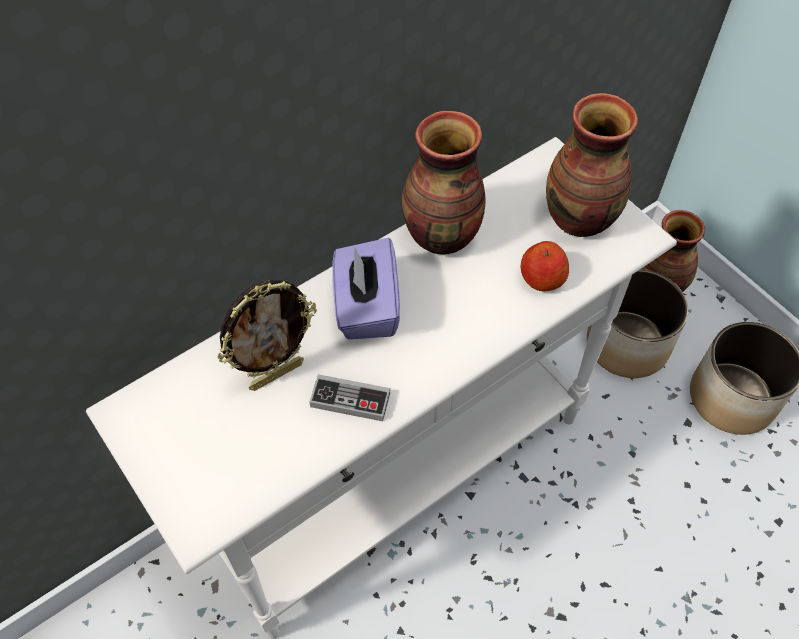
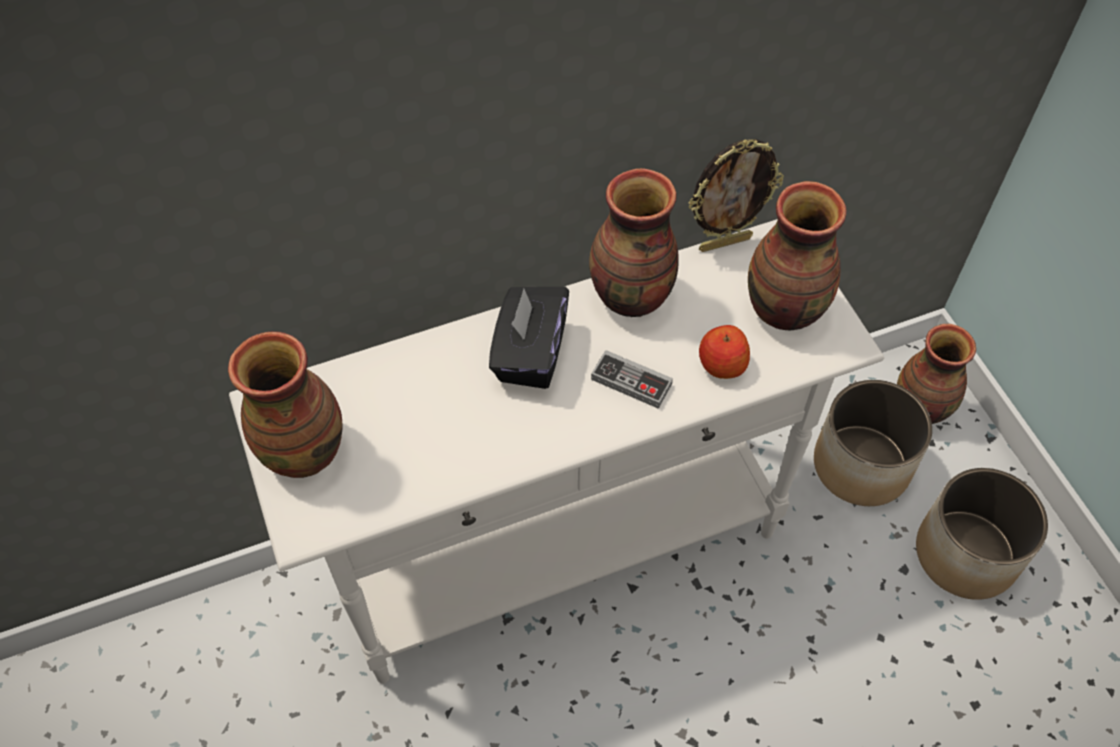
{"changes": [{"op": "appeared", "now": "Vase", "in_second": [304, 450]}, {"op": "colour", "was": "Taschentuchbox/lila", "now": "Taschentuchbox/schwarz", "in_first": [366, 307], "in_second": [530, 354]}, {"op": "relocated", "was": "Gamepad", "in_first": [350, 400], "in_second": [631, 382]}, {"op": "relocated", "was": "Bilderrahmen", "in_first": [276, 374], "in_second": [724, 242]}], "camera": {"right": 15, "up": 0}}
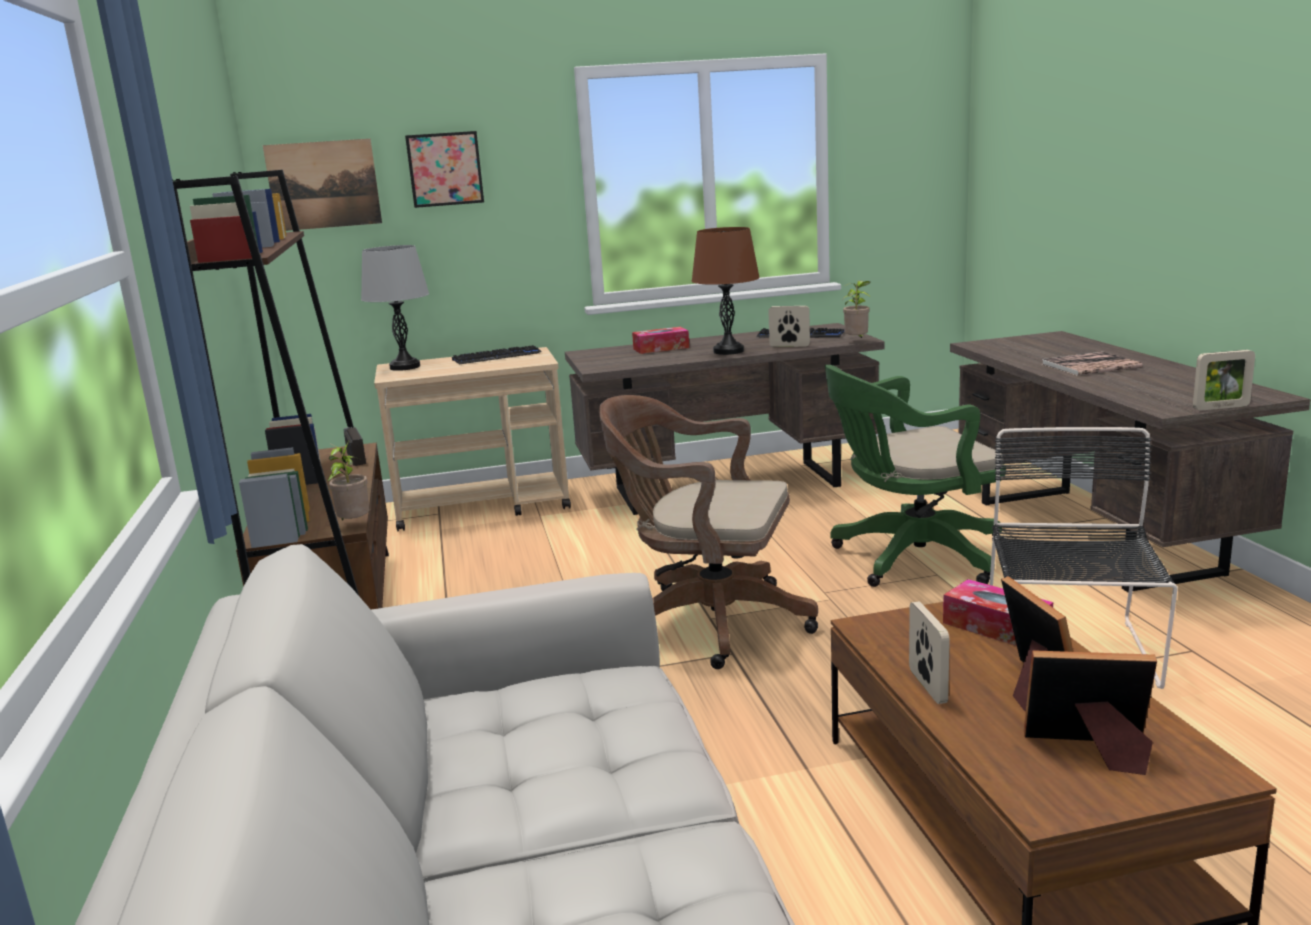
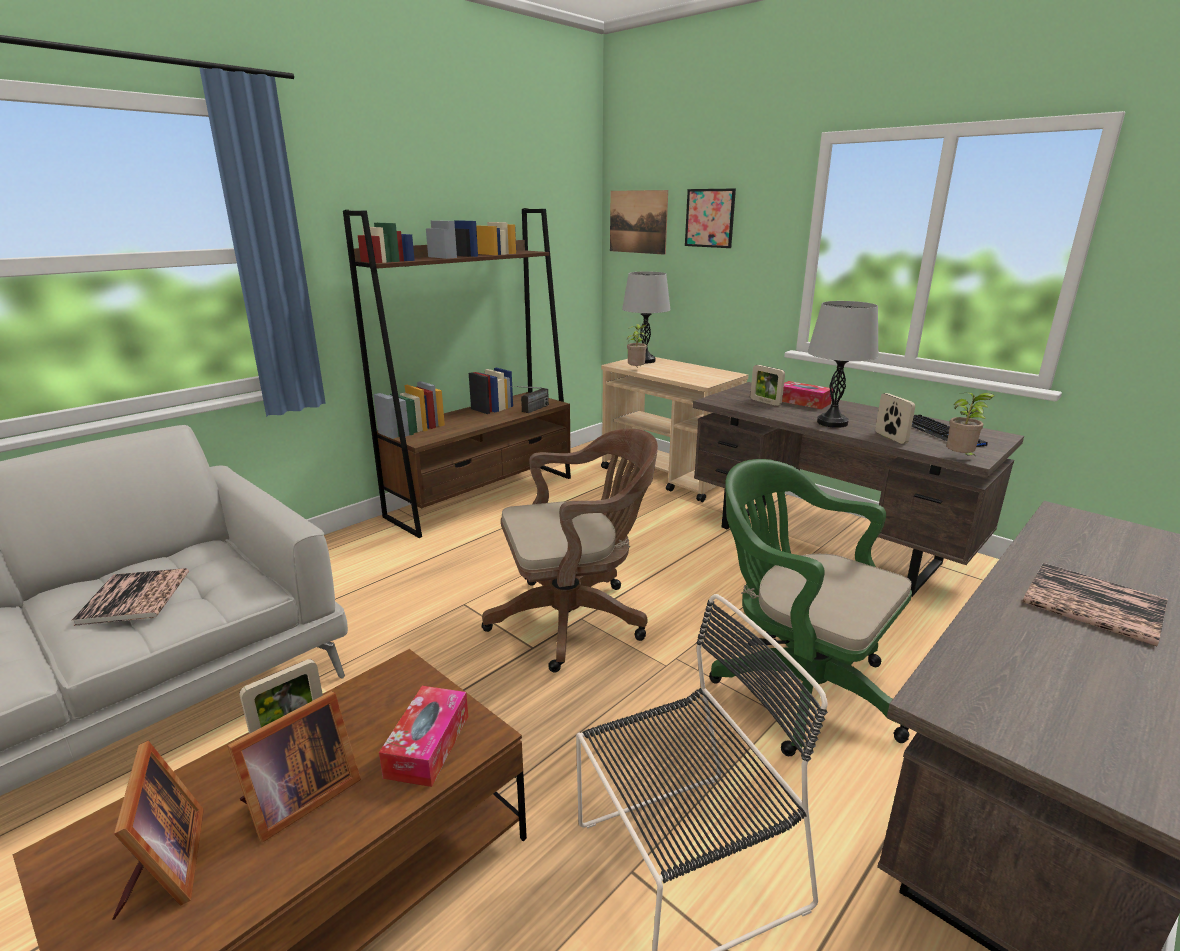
{"changes": [{"op": "appeared", "now": "Buch", "in_second": [135, 597]}, {"op": "spun", "was": "Bürostuhl/braun", "in_first": [707, 621], "in_second": [575, 619], "clockwise": 90}, {"op": "relocated", "was": "Topfpflanze", "in_first": [354, 525], "in_second": [636, 370]}, {"op": "relocated", "was": "Bilderrahmen", "in_first": [1221, 407], "in_second": [765, 402]}, {"op": "colour", "was": "Tischlampe/braun", "now": "Tischlampe/grau", "in_first": [728, 351], "in_second": [832, 423]}, {"op": "missing", "was": "Tastatur", "in_first": [497, 357]}], "camera": {"right": 55, "up": 5}}
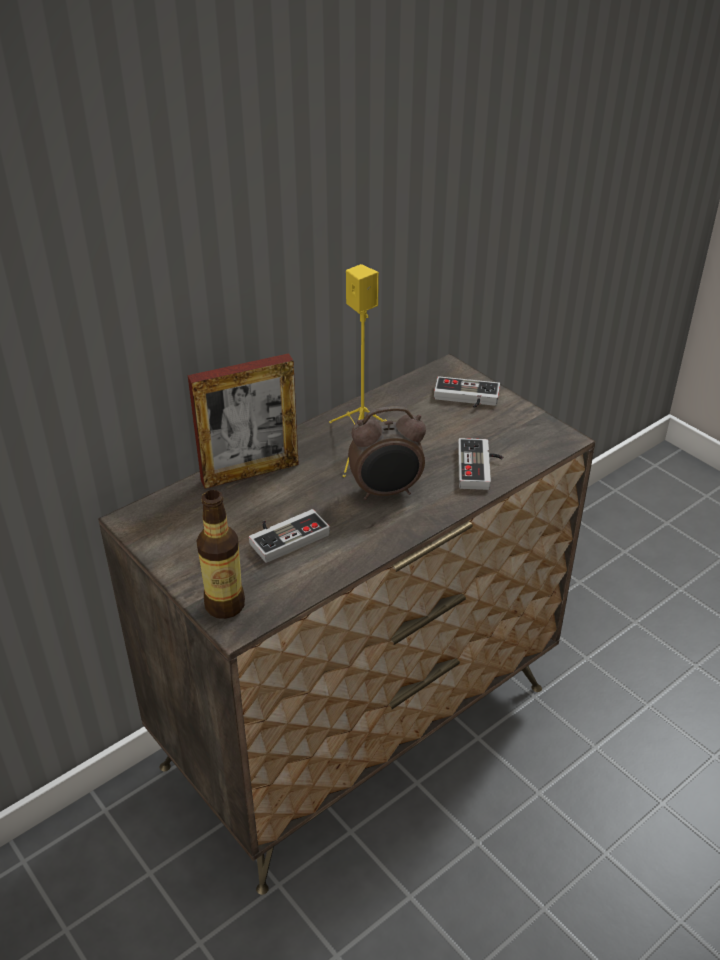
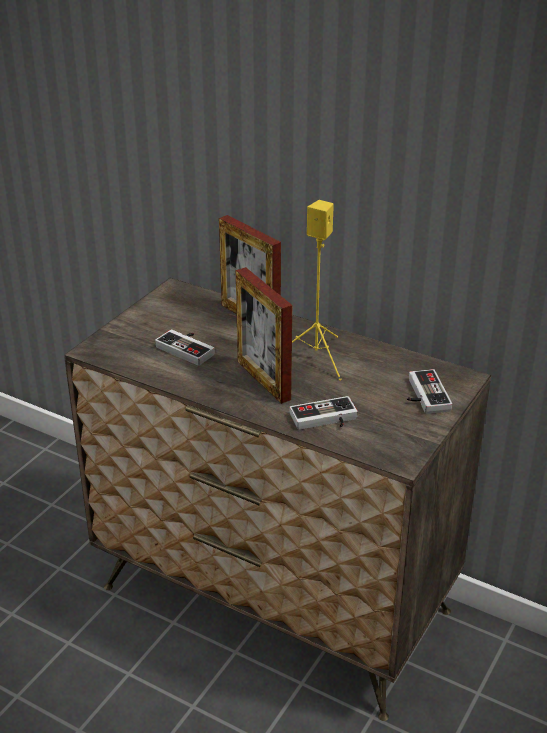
{"changes": [{"op": "exchanged", "was": "Wecker", "now": "Bilderrahmen", "in_first": [386, 492], "in_second": [263, 380]}, {"op": "missing", "was": "Flasche", "in_first": [225, 605]}], "camera": {"right": 70, "up": -5}}
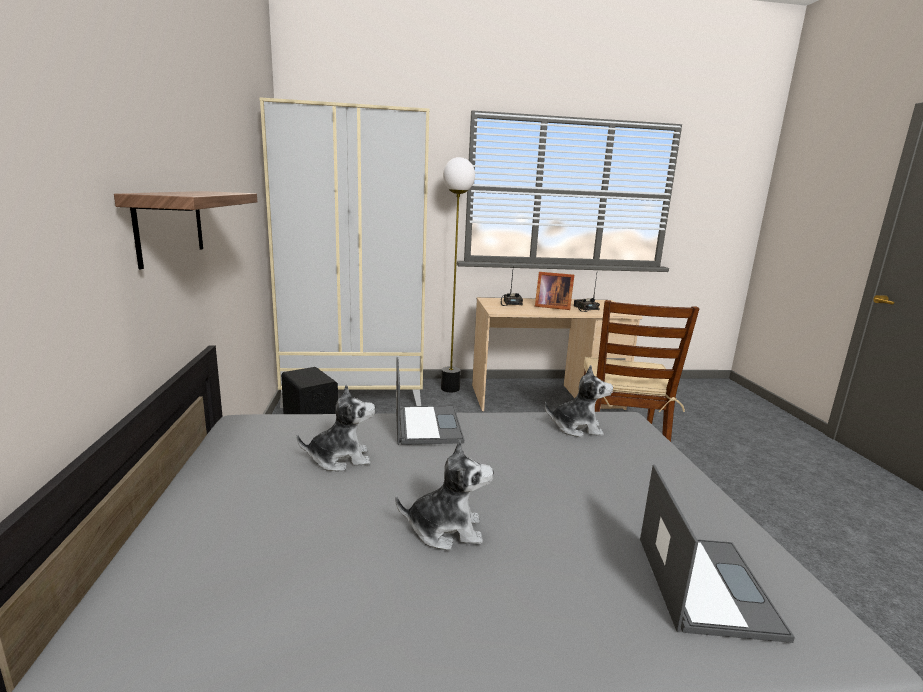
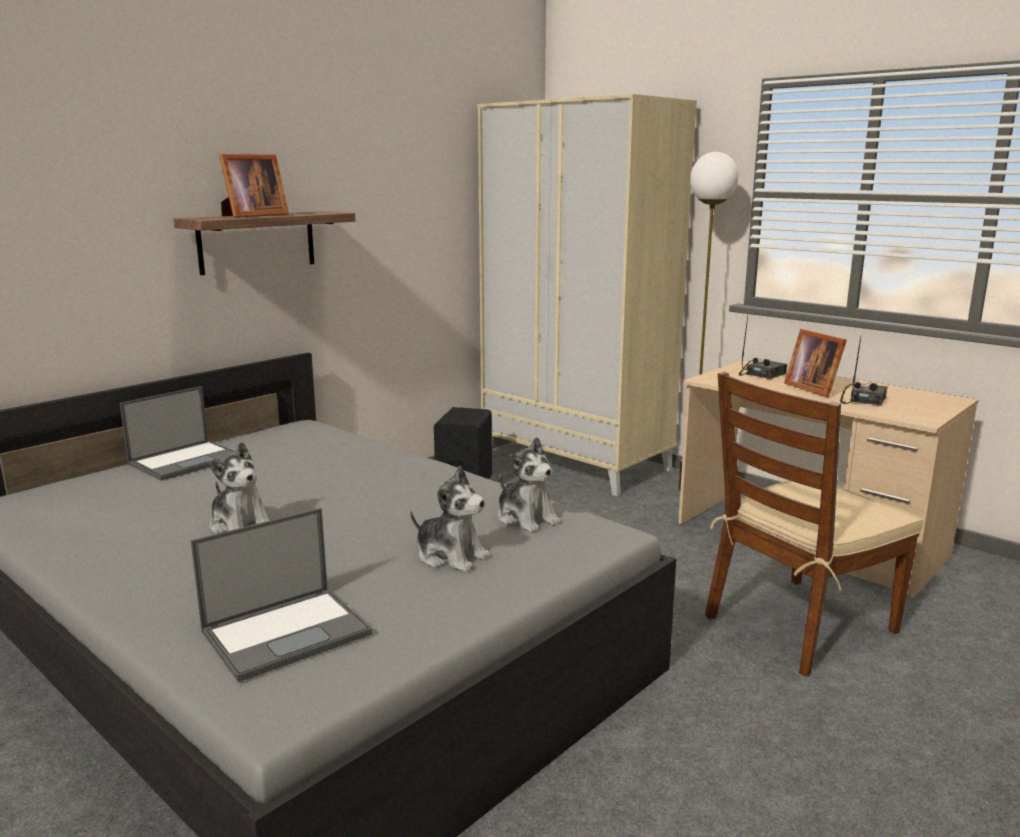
{"changes": [{"op": "relocated", "was": "Laptop", "in_first": [427, 425], "in_second": [186, 460]}, {"op": "appeared", "now": "Bilderrahmen", "in_second": [252, 216]}, {"op": "relocated", "was": "Plüschtier", "in_first": [340, 459], "in_second": [450, 556]}], "camera": {"right": 50, "up": 0}}
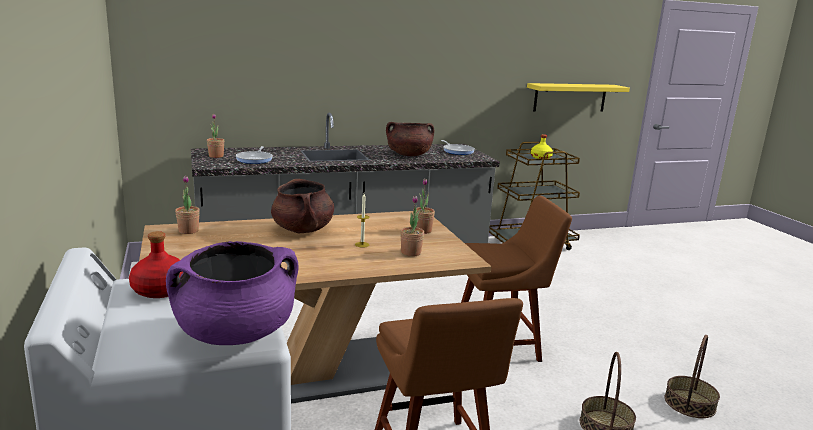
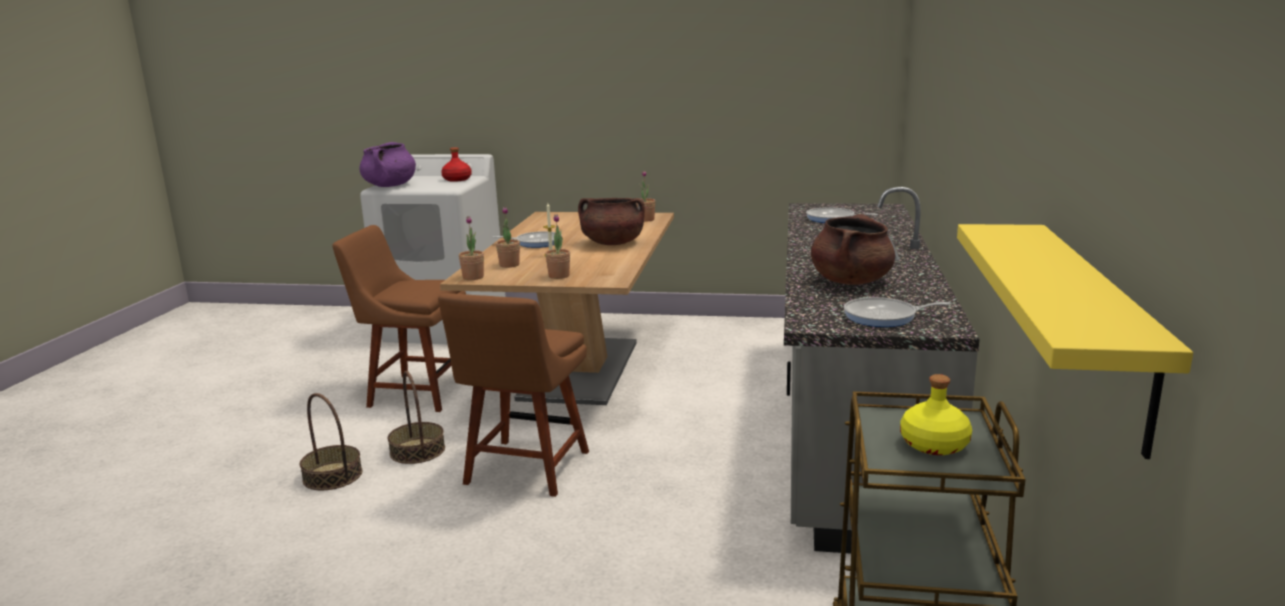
{"changes": [{"op": "relocated", "was": "Korb", "in_first": [690, 403], "in_second": [417, 451]}, {"op": "relocated", "was": "Topfpflanze", "in_first": [216, 156], "in_second": [473, 277]}, {"op": "appeared", "now": "Pfanne", "in_second": [536, 243]}], "camera": {"right": 120, "up": 0}}
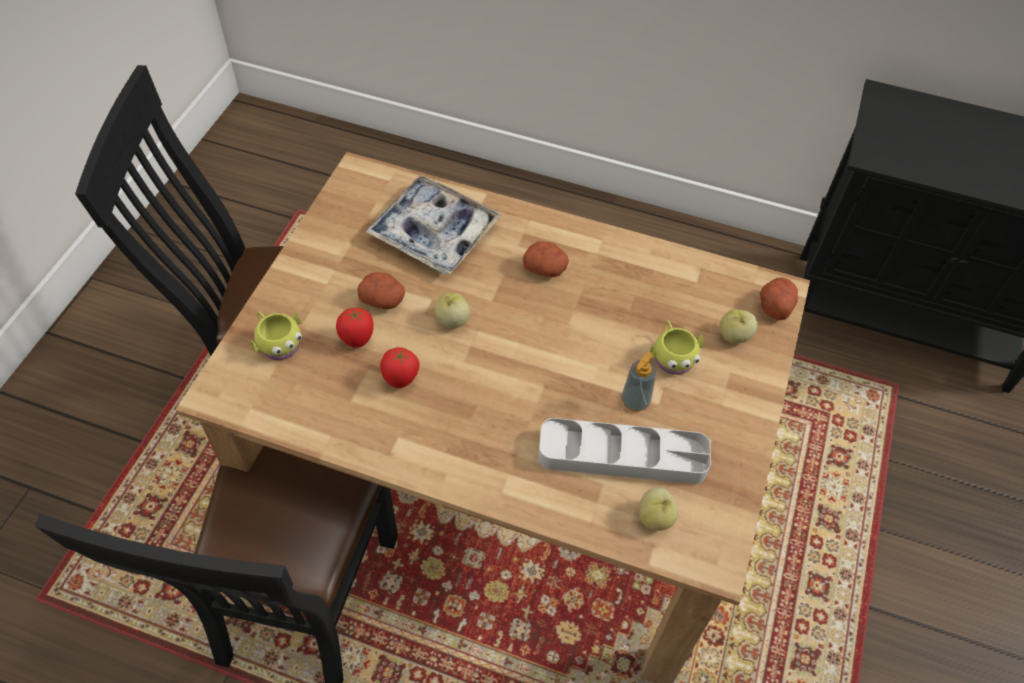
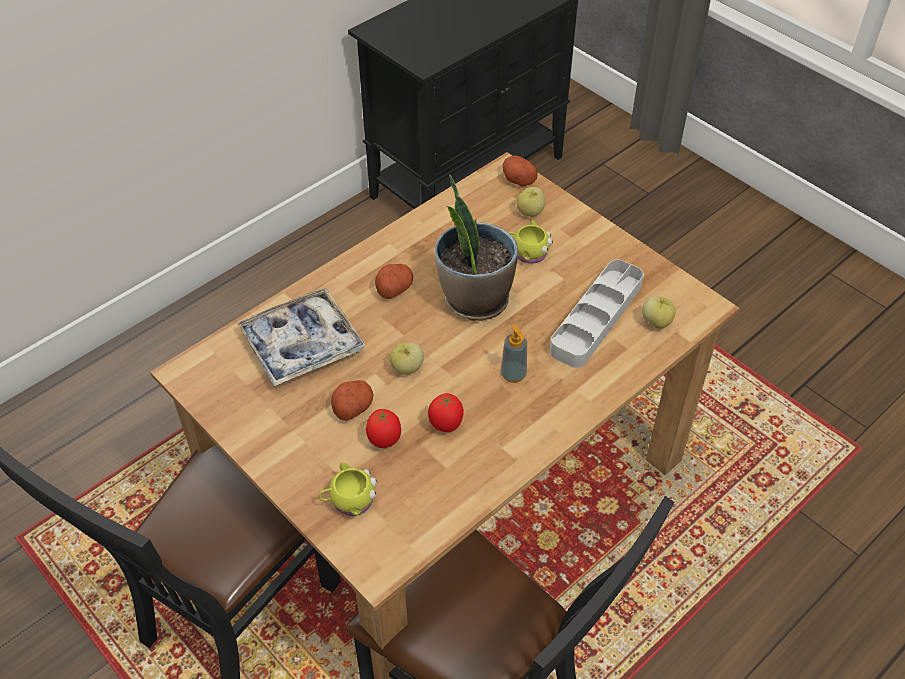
{"changes": [{"op": "appeared", "now": "Topfpflanze", "in_second": [474, 299]}, {"op": "relocated", "was": "Seifenspender", "in_first": [635, 401], "in_second": [513, 374]}], "camera": {"right": -60, "up": -5}}
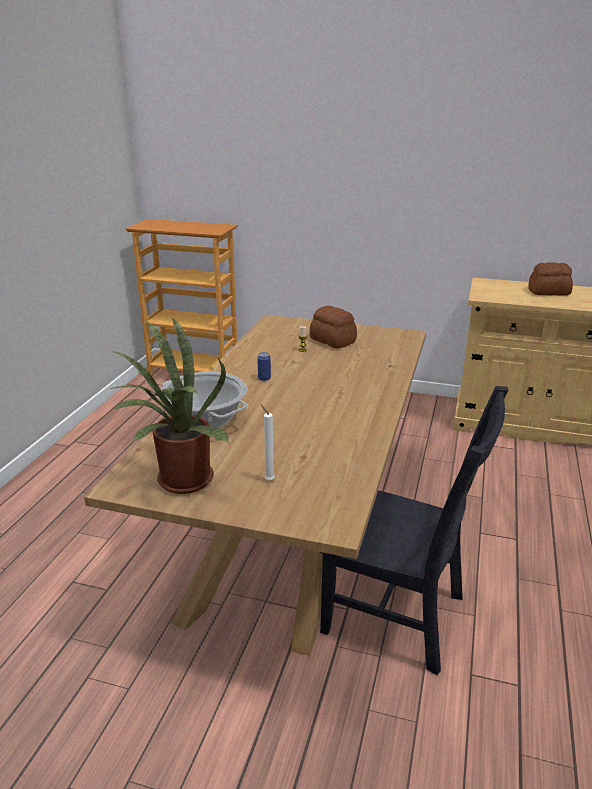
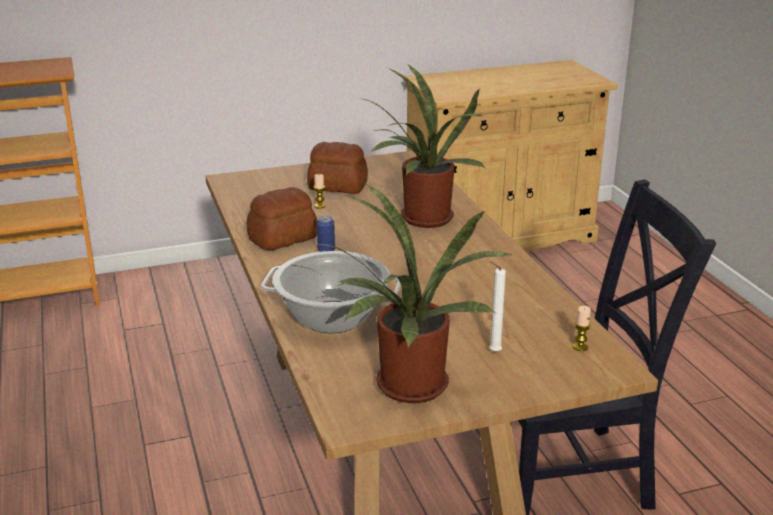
{"changes": [{"op": "relocated", "was": "Brot", "in_first": [548, 292], "in_second": [281, 238]}, {"op": "appeared", "now": "Topfpflanze", "in_second": [422, 220]}, {"op": "appeared", "now": "Kerze", "in_second": [580, 347]}], "camera": {"right": -35, "up": 0}}
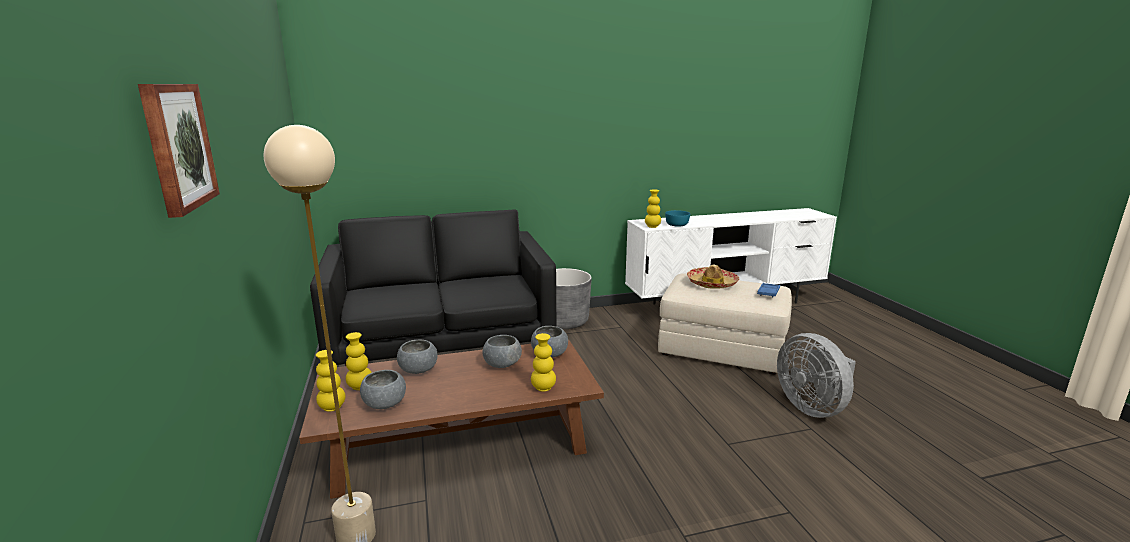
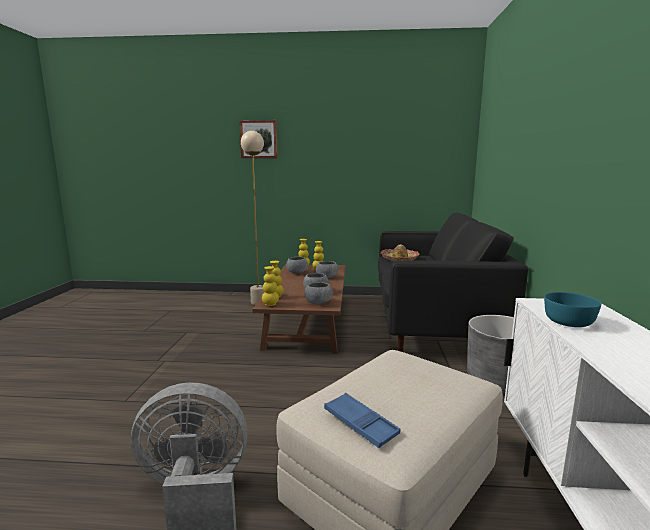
{"changes": [{"op": "relocated", "was": "Vase/gelb", "in_first": [652, 226], "in_second": [270, 304]}, {"op": "relocated", "was": "Hut", "in_first": [712, 283], "in_second": [399, 259]}], "camera": {"right": 110, "up": -5}}
